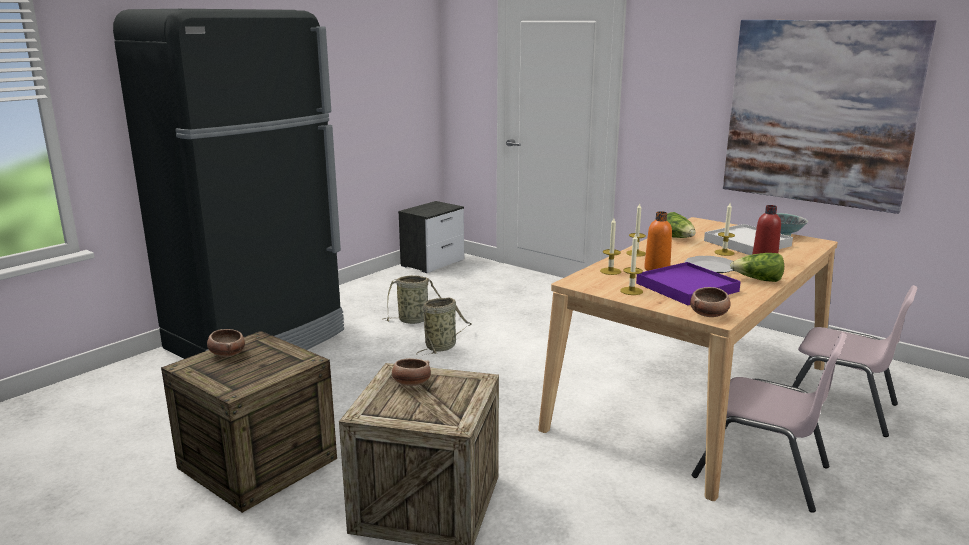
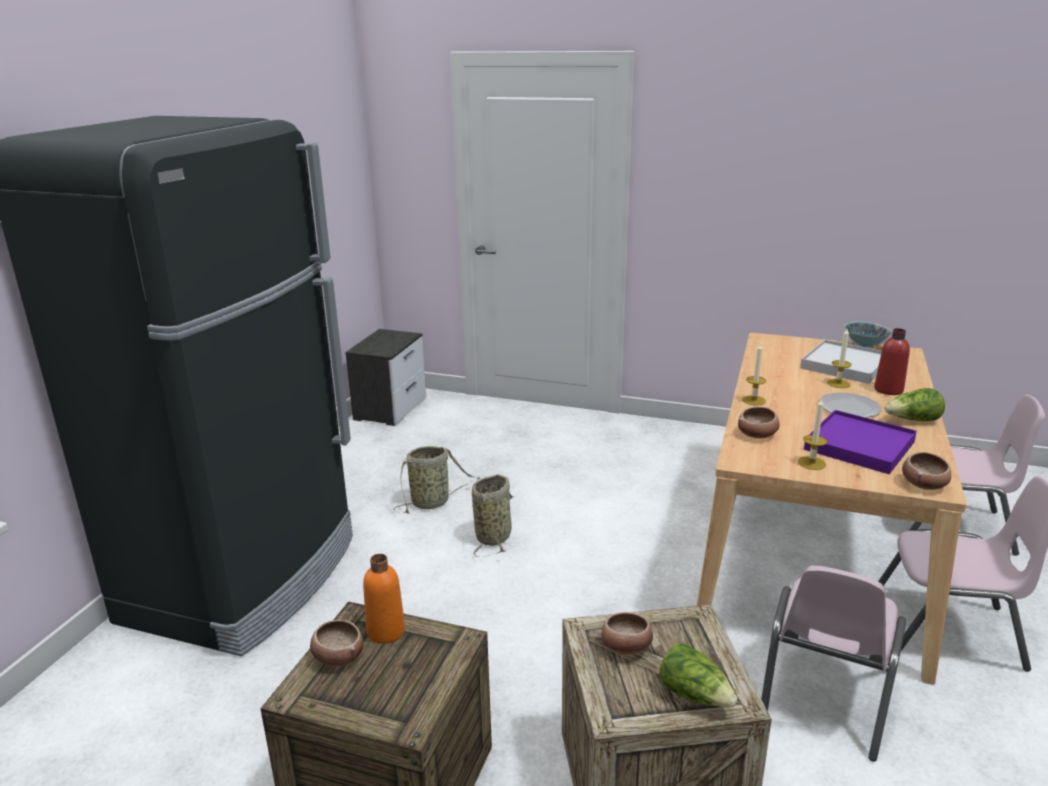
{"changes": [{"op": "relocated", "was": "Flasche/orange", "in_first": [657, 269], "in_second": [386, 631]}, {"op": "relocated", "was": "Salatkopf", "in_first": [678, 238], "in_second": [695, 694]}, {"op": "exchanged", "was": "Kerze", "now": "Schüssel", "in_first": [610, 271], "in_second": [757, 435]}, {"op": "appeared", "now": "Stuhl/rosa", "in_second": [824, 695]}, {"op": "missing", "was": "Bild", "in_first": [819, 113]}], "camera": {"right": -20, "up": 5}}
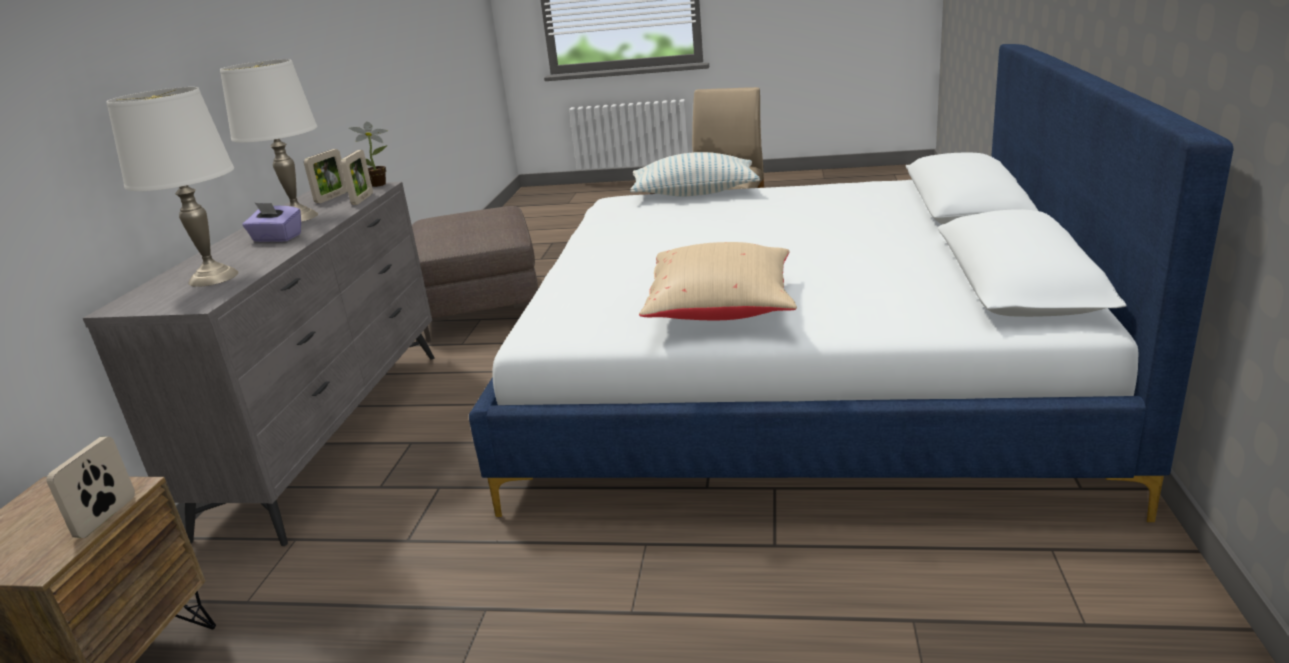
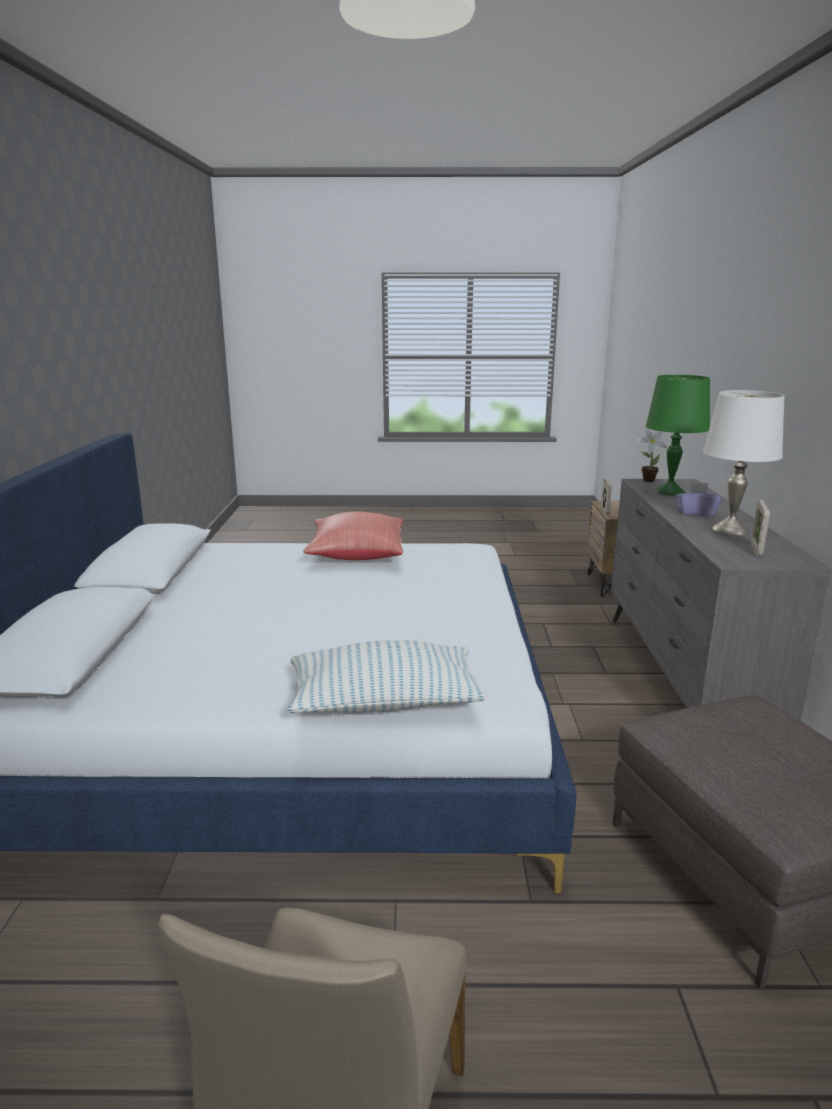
{"changes": [{"op": "colour", "was": "Kissen/beige", "now": "Kissen/rot", "in_first": [722, 310], "in_second": [356, 555]}, {"op": "relocated", "was": "Topfpflanze", "in_first": [381, 184], "in_second": [646, 480]}, {"op": "colour", "was": "Tischlampe/weiß", "now": "Tischlampe/grün", "in_first": [213, 278], "in_second": [669, 491]}, {"op": "missing", "was": "Bilderrahmen", "in_first": [362, 199]}], "camera": {"right": 170, "up": -5}}
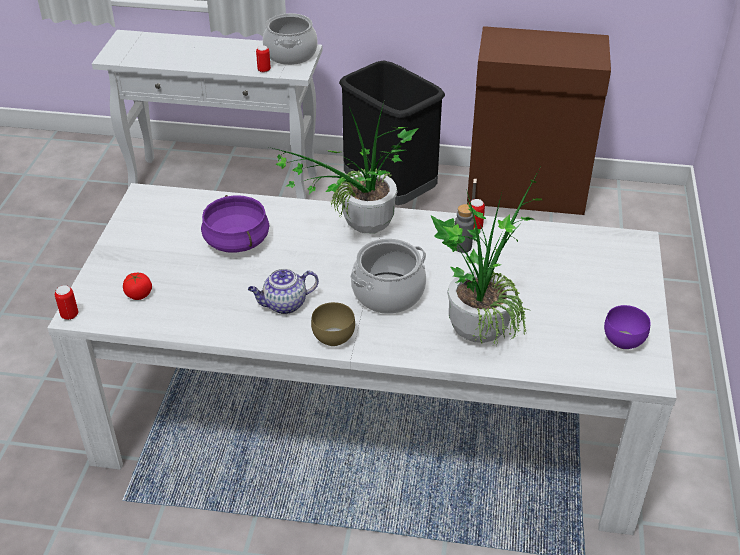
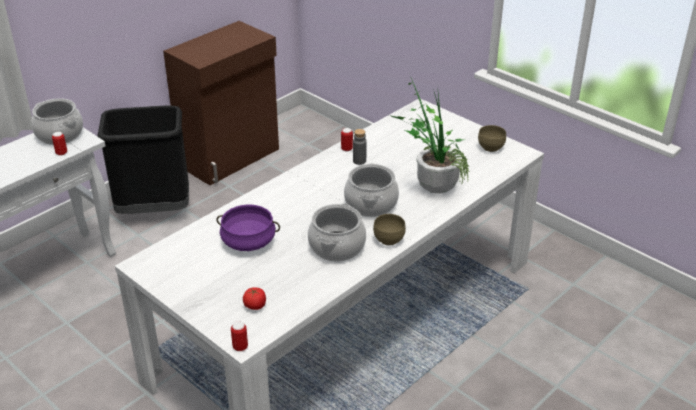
{"changes": [{"op": "exchanged", "was": "Teekanne", "now": "Kochtopf", "in_first": [284, 305], "in_second": [337, 247]}, {"op": "colour", "was": "Schüssel/lila", "now": "Schüssel/braun", "in_first": [621, 340], "in_second": [490, 148]}, {"op": "missing", "was": "Topfpflanze", "in_first": [359, 230]}], "camera": {"right": -55, "up": -5}}
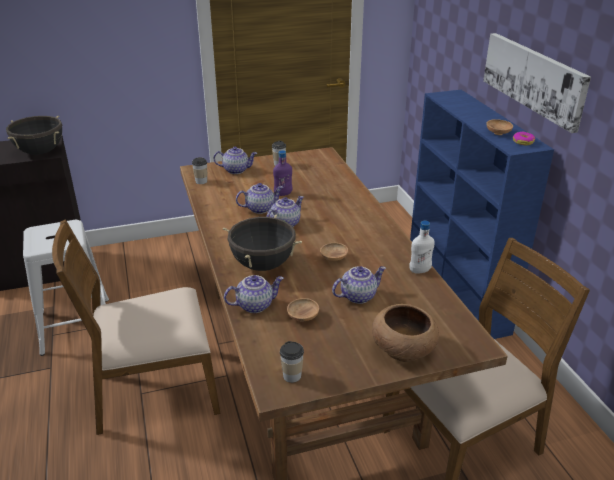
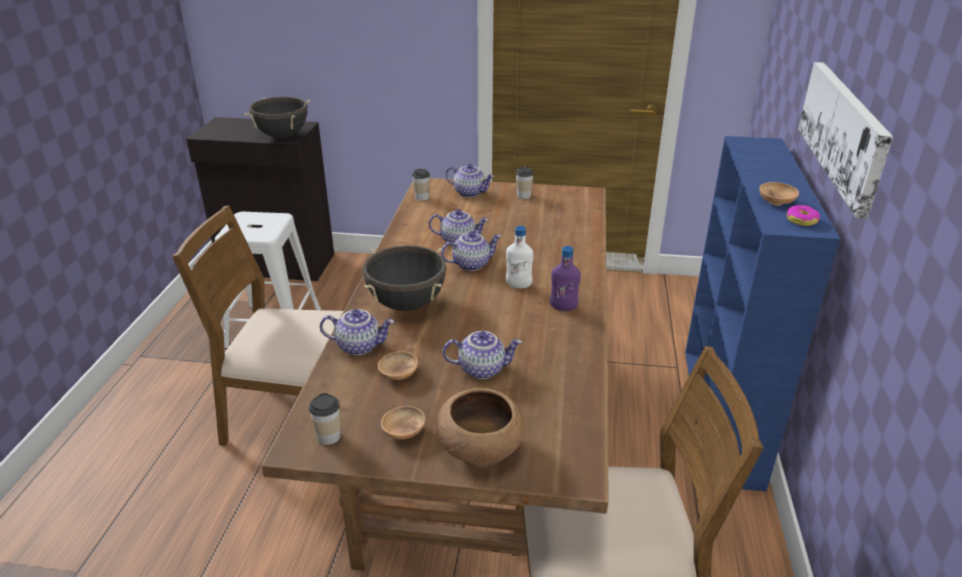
{"changes": [{"op": "relocated", "was": "Schüssel/braun", "in_first": [334, 258], "in_second": [404, 432]}, {"op": "relocated", "was": "Flasche/weiß", "in_first": [419, 270], "in_second": [518, 285]}, {"op": "relocated", "was": "Flasche/lila", "in_first": [283, 194], "in_second": [563, 308]}], "camera": {"right": 25, "up": 0}}
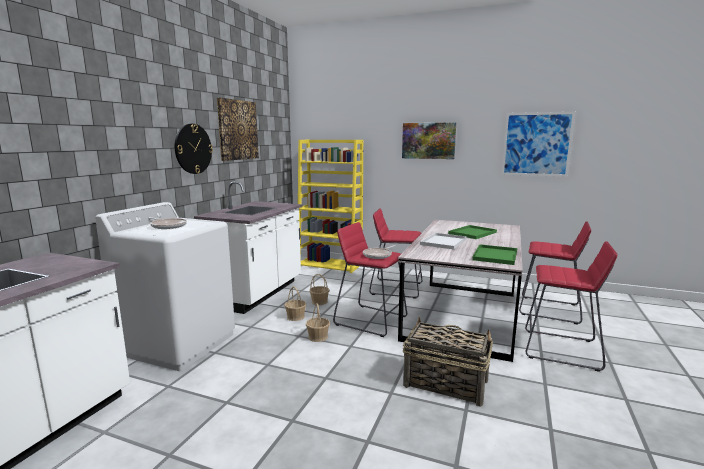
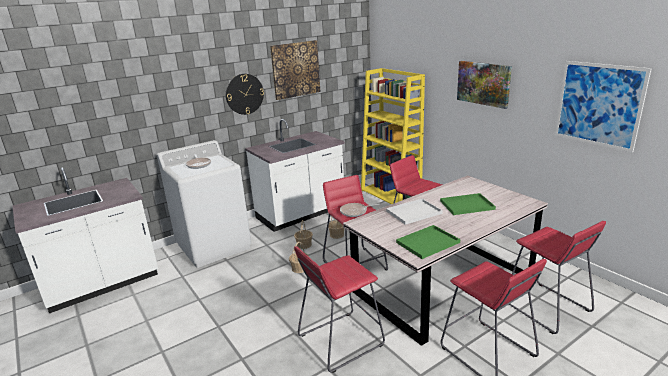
{"changes": [{"op": "exchanged", "was": "Korb", "now": "Hocker/rot", "in_first": [444, 383], "in_second": [340, 341]}], "camera": {"right": 35, "up": 10}}
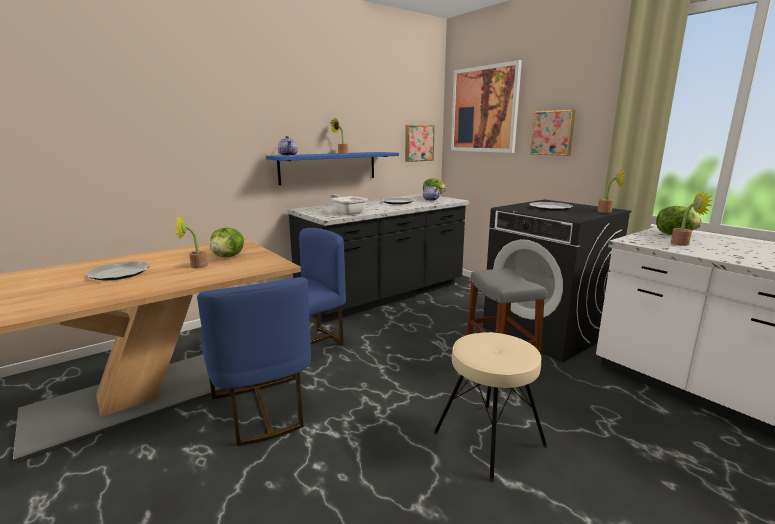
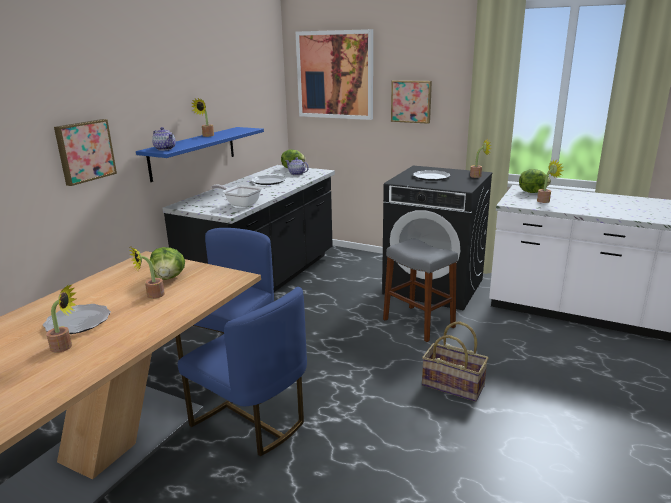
{"changes": [{"op": "appeared", "now": "Topfpflanze", "in_second": [65, 347]}, {"op": "relocated", "was": "Bild", "in_first": [418, 143], "in_second": [84, 151]}, {"op": "exchanged", "was": "Hocker/beige", "now": "Korb", "in_first": [490, 439], "in_second": [453, 385]}], "camera": {"right": -25, "up": 5}}
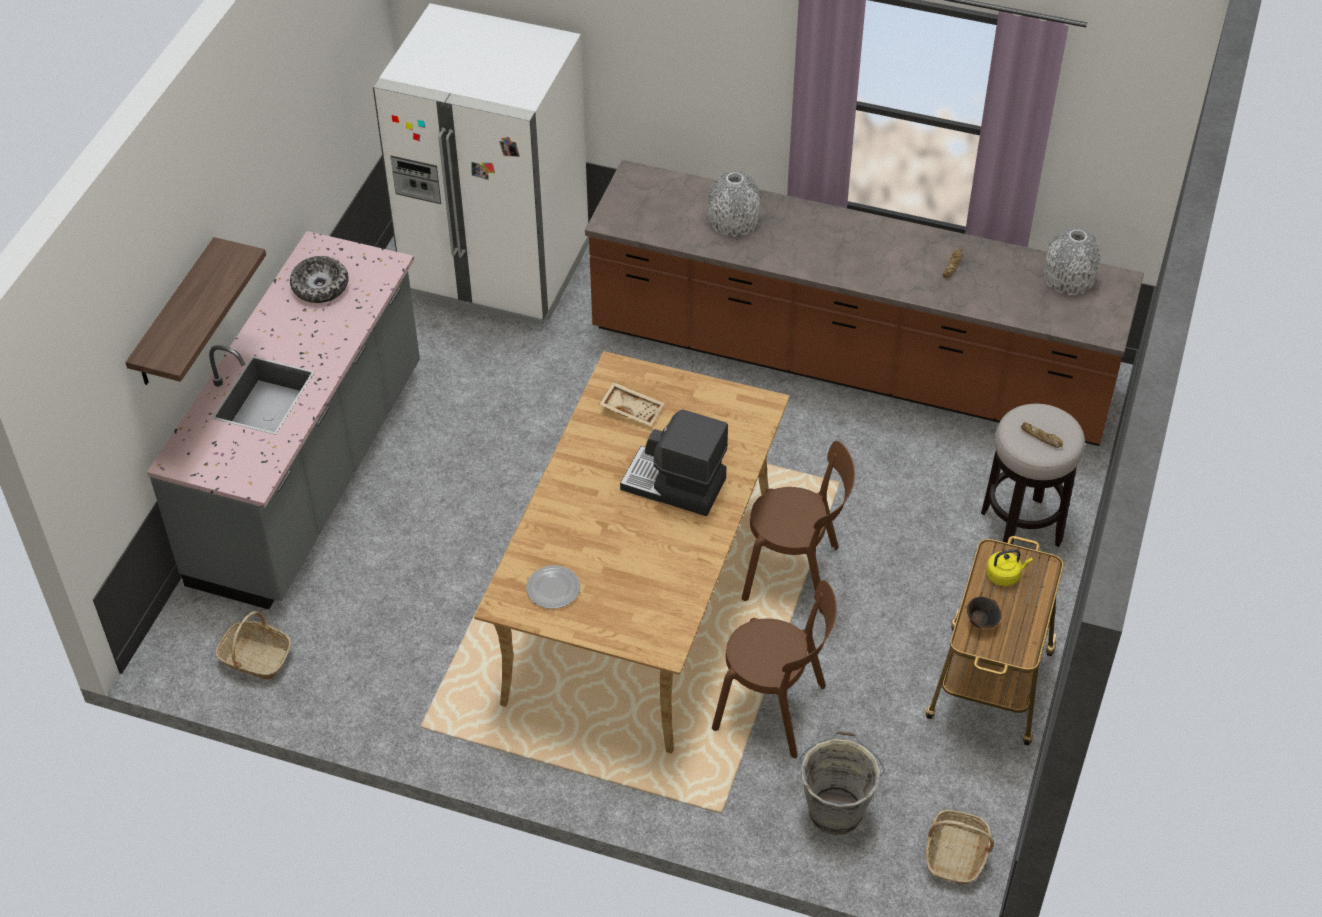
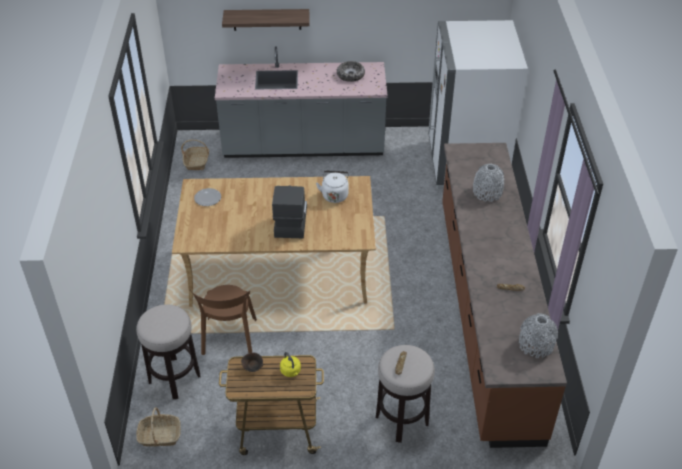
{"changes": [{"op": "exchanged", "was": "Eimer/grau", "now": "Hocker", "in_first": [836, 809], "in_second": [174, 378]}, {"op": "exchanged", "was": "Tablett/beige", "now": "Wasserkessel/weiß", "in_first": [632, 409], "in_second": [334, 195]}, {"op": "missing", "was": "Stuhl/braun", "in_first": [796, 574]}], "camera": {"right": 70, "up": -5}}
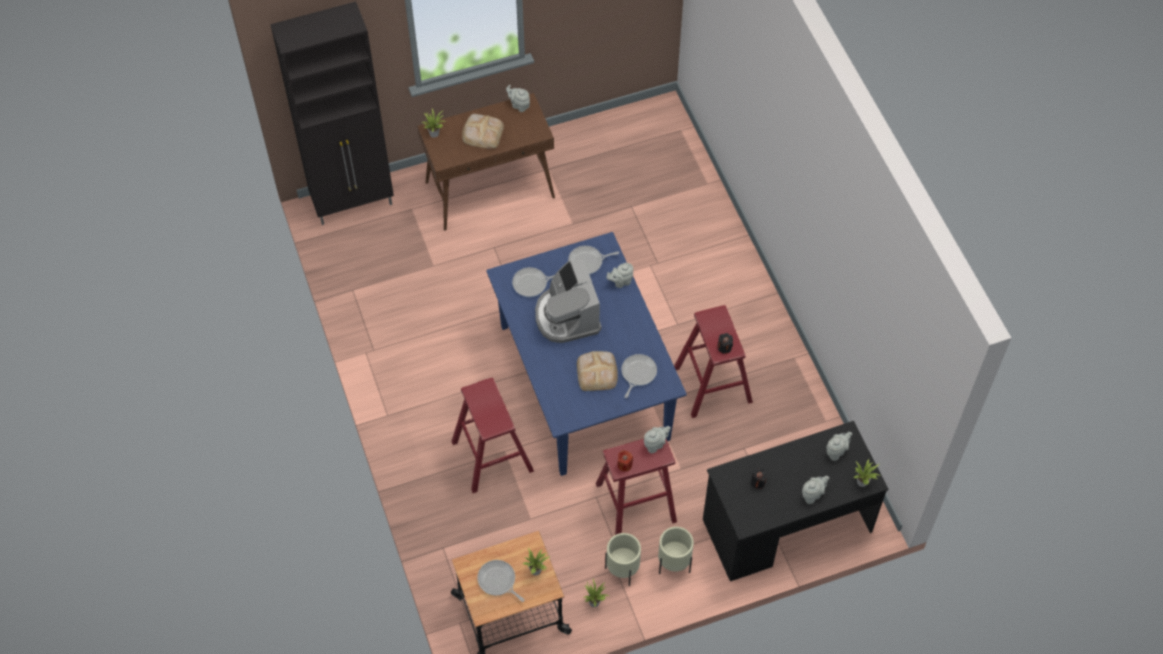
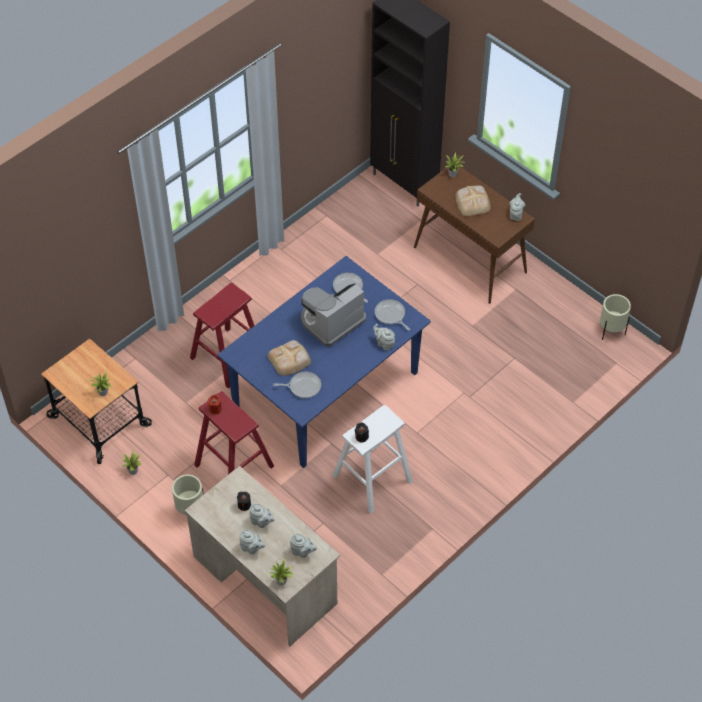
{"changes": [{"op": "colour", "was": "Schreibtisch/schwarz", "now": "Schreibtisch/beige", "in_first": [786, 525], "in_second": [265, 580]}, {"op": "relocated", "was": "Teekanne/grau", "in_first": [655, 444], "in_second": [261, 522]}, {"op": "colour", "was": "Hocker/rot", "now": "Hocker/weiß", "in_first": [712, 384], "in_second": [372, 479]}, {"op": "relocated", "was": "Pflanzkübel/beige", "in_first": [623, 570], "in_second": [611, 332]}, {"op": "missing", "was": "Pfanne", "in_first": [498, 581]}], "camera": {"right": 65, "up": -5}}
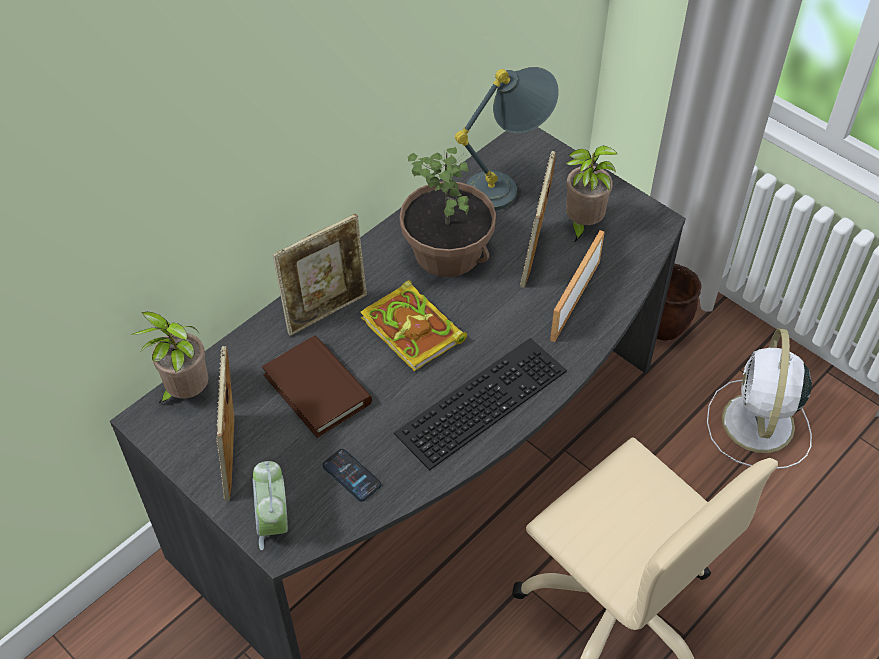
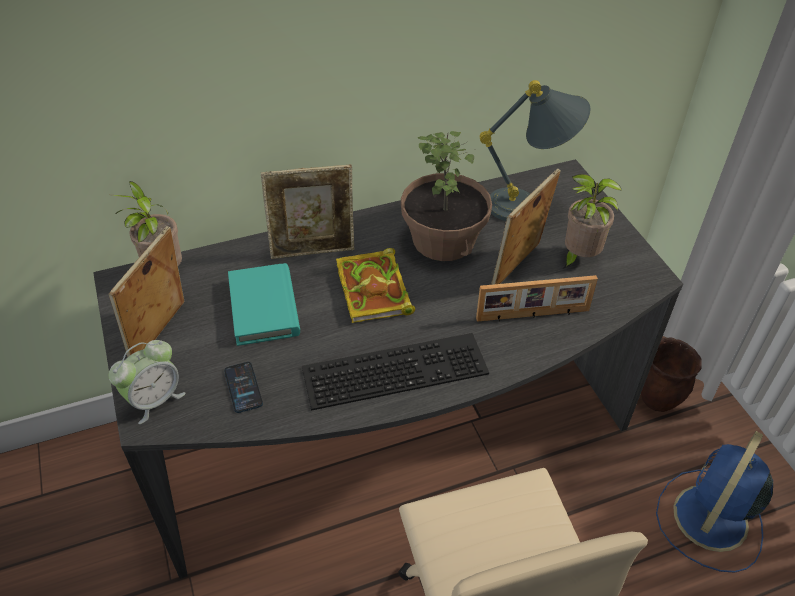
{"changes": [{"op": "spun", "was": "Wecker", "in_first": [274, 522], "in_second": [154, 400], "clockwise": -150}, {"op": "colour", "was": "Buch/braun", "now": "Buch/türkis", "in_first": [317, 389], "in_second": [264, 307]}, {"op": "spun", "was": "Bilderrahmen", "in_first": [573, 299], "in_second": [533, 315], "clockwise": -150}, {"op": "colour", "was": "Ventilator/weiß", "now": "Ventilator/blau", "in_first": [757, 425], "in_second": [709, 520]}], "camera": {"right": 25, "up": -5}}
